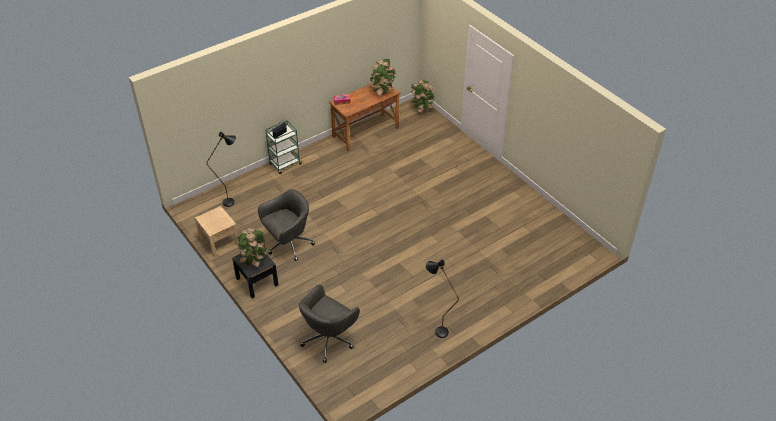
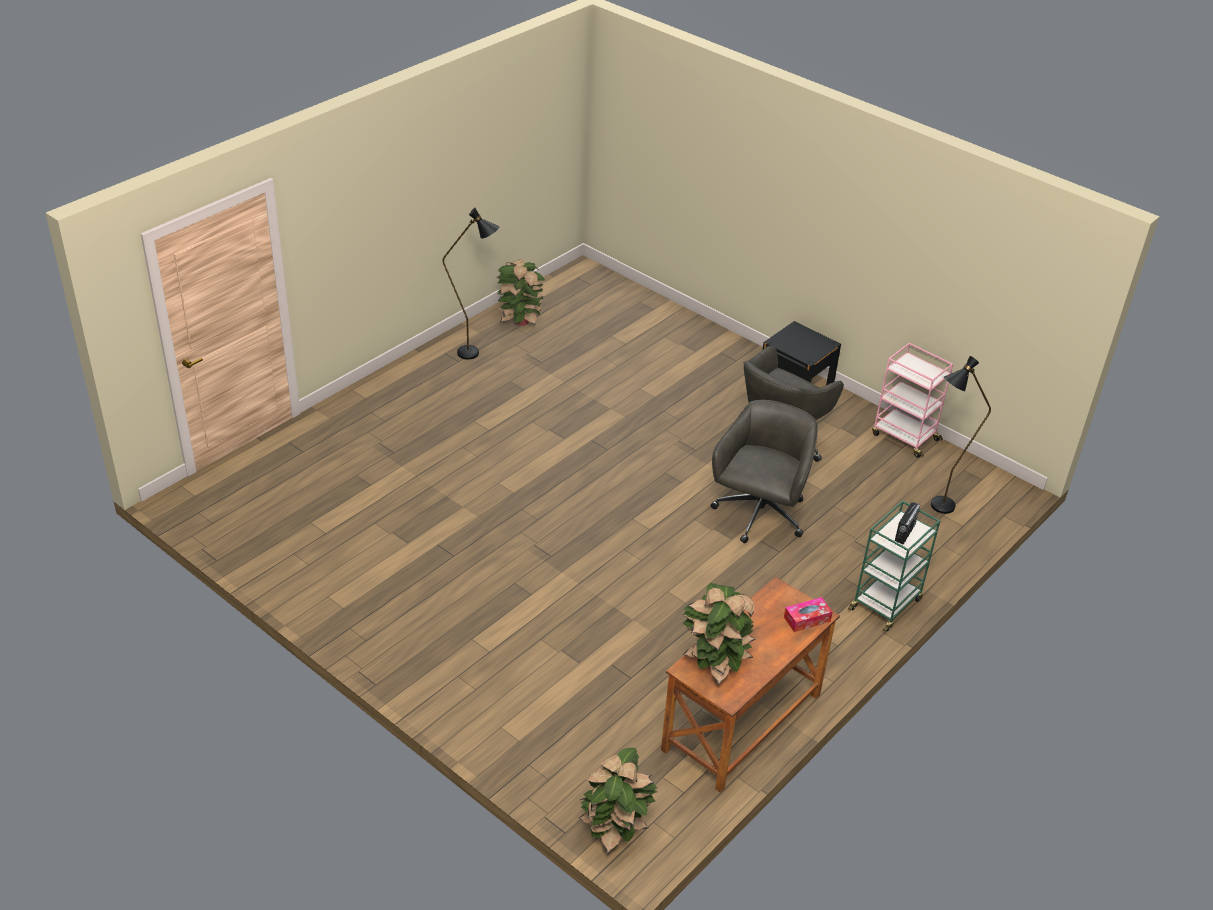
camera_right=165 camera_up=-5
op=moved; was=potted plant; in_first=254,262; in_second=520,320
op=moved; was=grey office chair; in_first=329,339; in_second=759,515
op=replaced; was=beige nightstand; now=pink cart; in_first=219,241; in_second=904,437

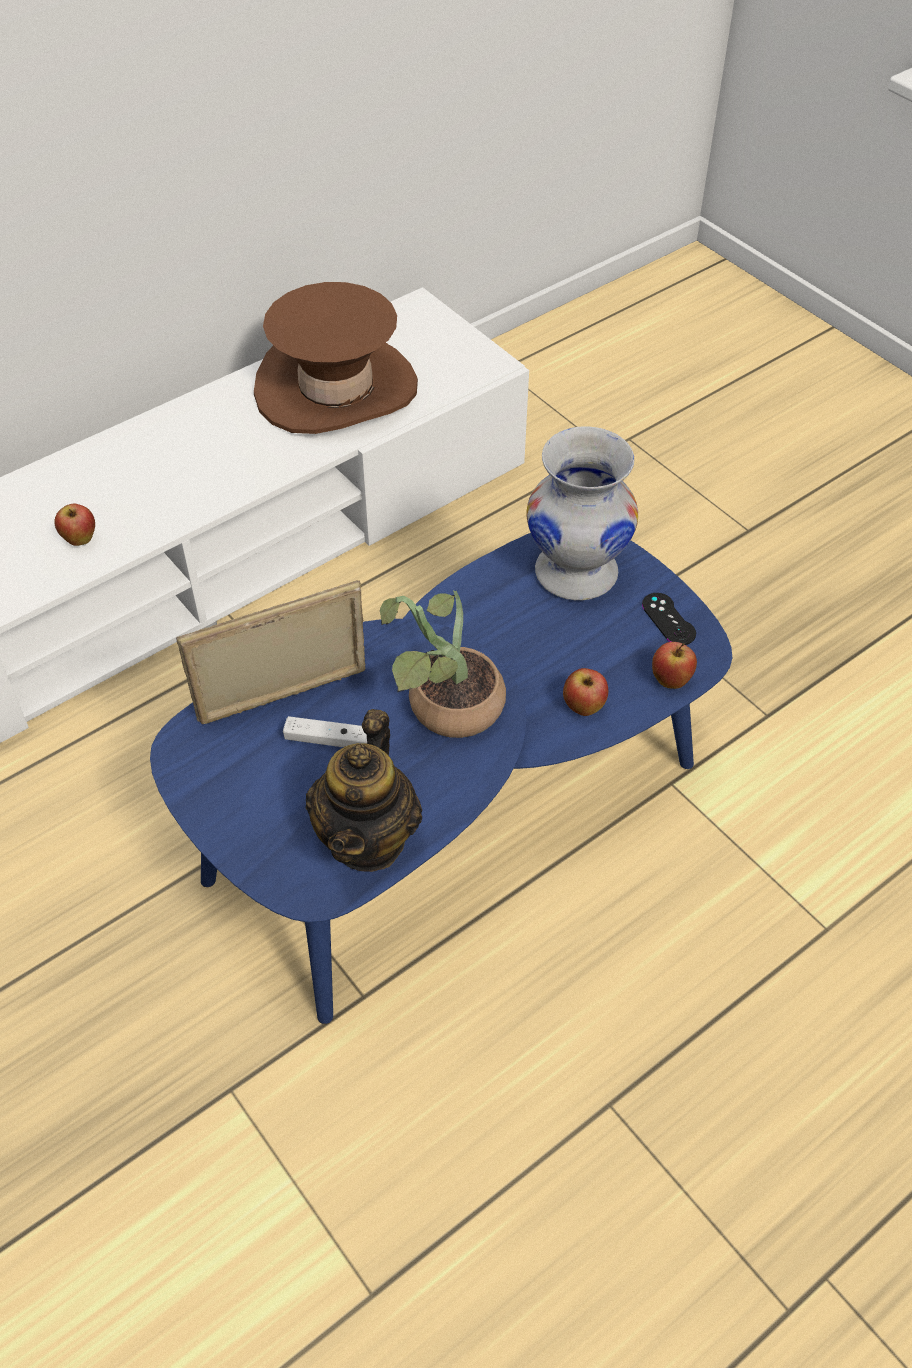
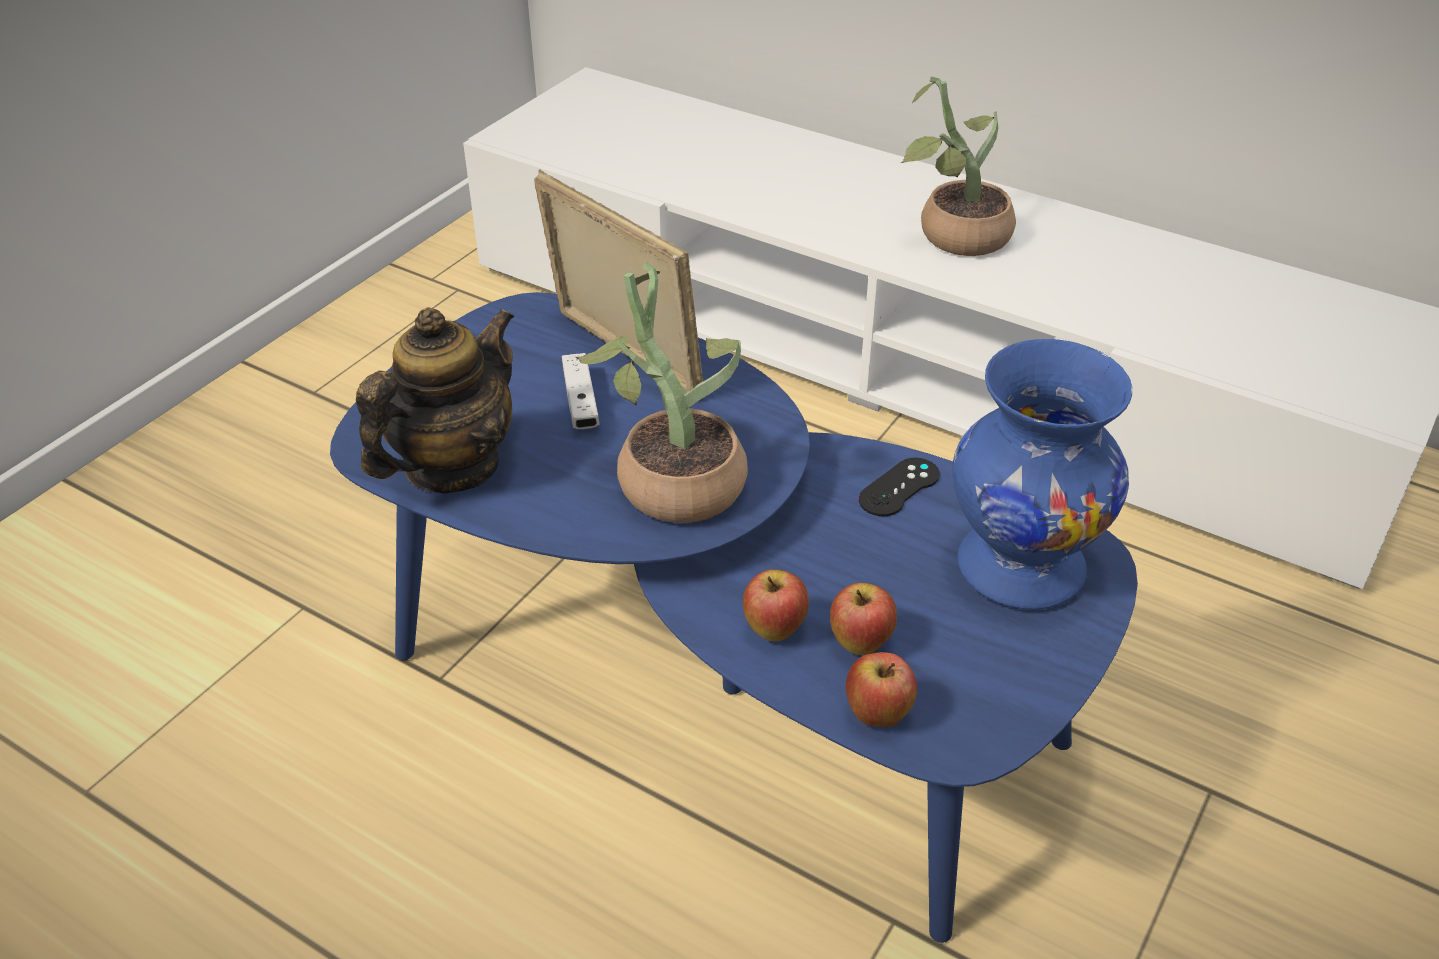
camera_right=70 camera_up=-10
op=removed; was=brown hat; in_first=336,389
op=added; now=potted plant; in_second=953,235
op=moved; was=apple; in_first=80,540; in_second=860,644
op=moved; was=black game controller; in_first=668,619; in_second=899,487
op=recoloured; was=white vase; now=blue vase; in_first=577,573; in_second=1019,569
op=turned; was=teapot; in_first=368,838; in_second=452,466; clockwise=135

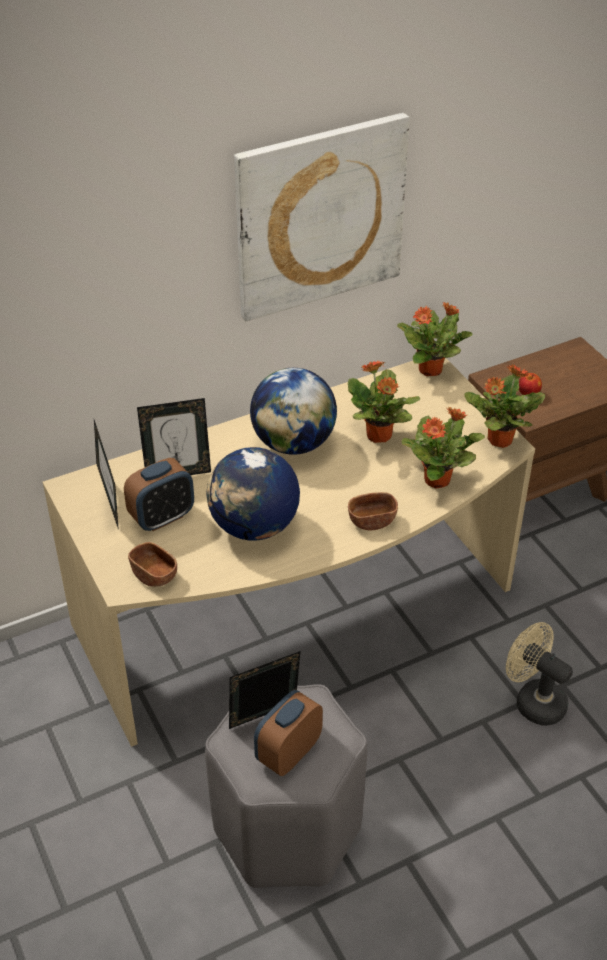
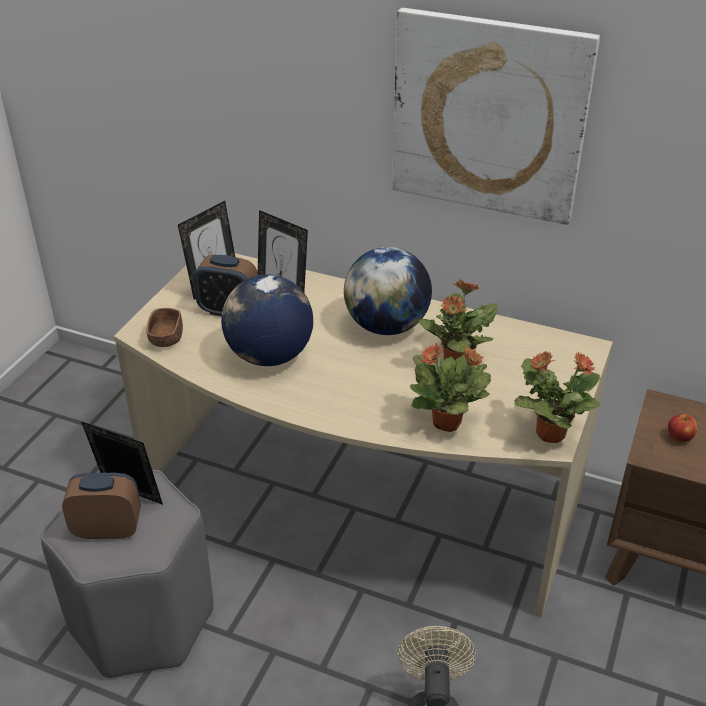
camera_right=50 camera_up=-5
op=removed; was=brown bowl; in_first=372,521
op=removed; was=potted plant; in_first=431,369

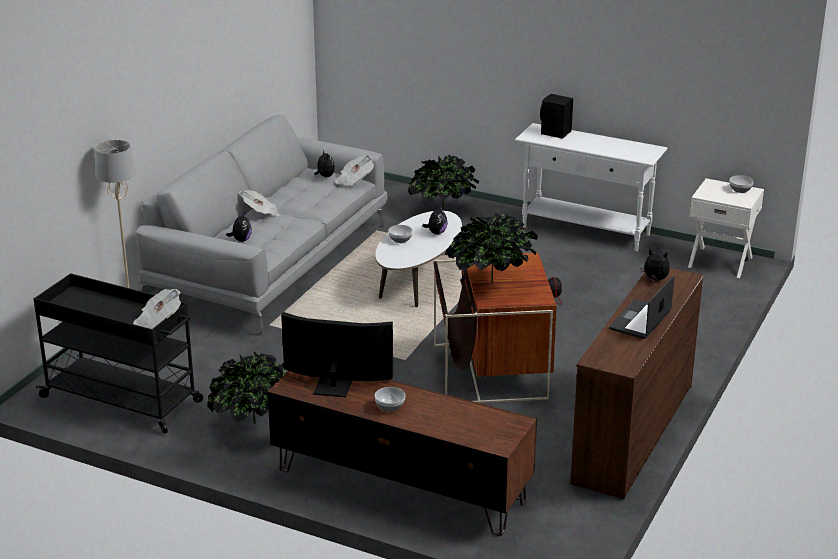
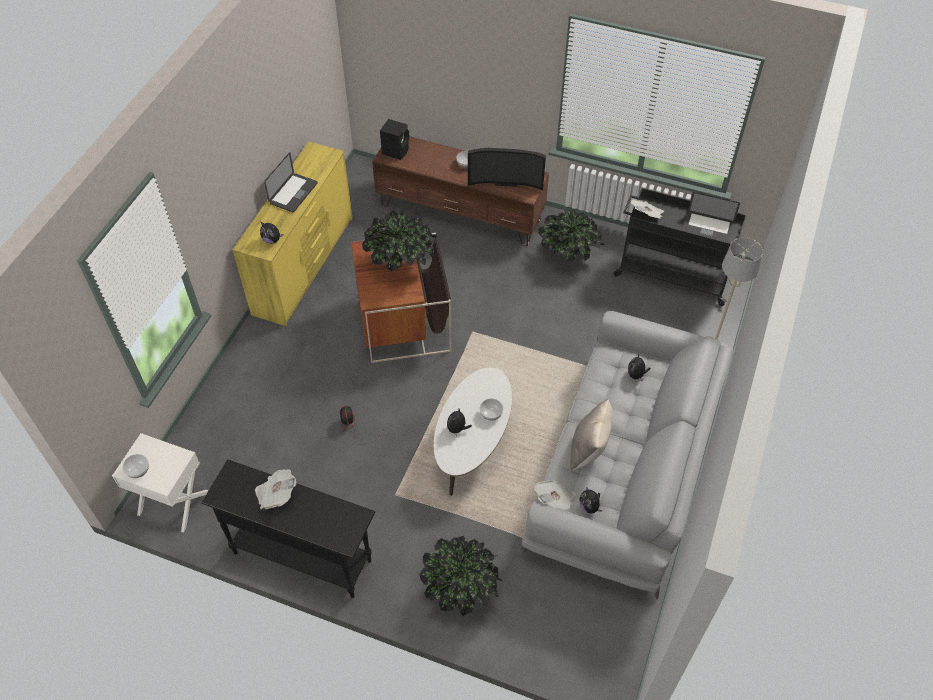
camera_right=175 camera_up=25
op=added; now=beige pillow; in_second=588,449
op=added; now=laptop; in_second=707,228
op=moved; was=newspaper; in_first=261,213; in_second=276,494
op=moved; was=black speaker; in_first=555,133; in_second=396,151
op=recoloured; was=white console table; now=black console table; in_first=586,231; in_second=302,556
op=recoloured; was=brown dresser; now=yellow dresser; in_first=632,433; in_second=304,265

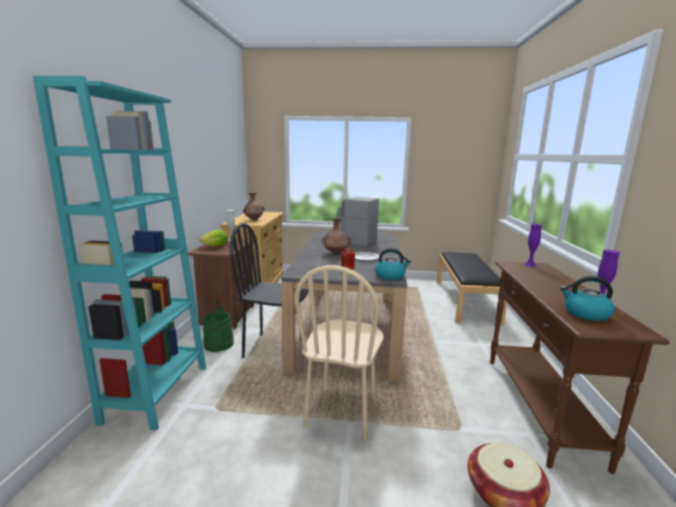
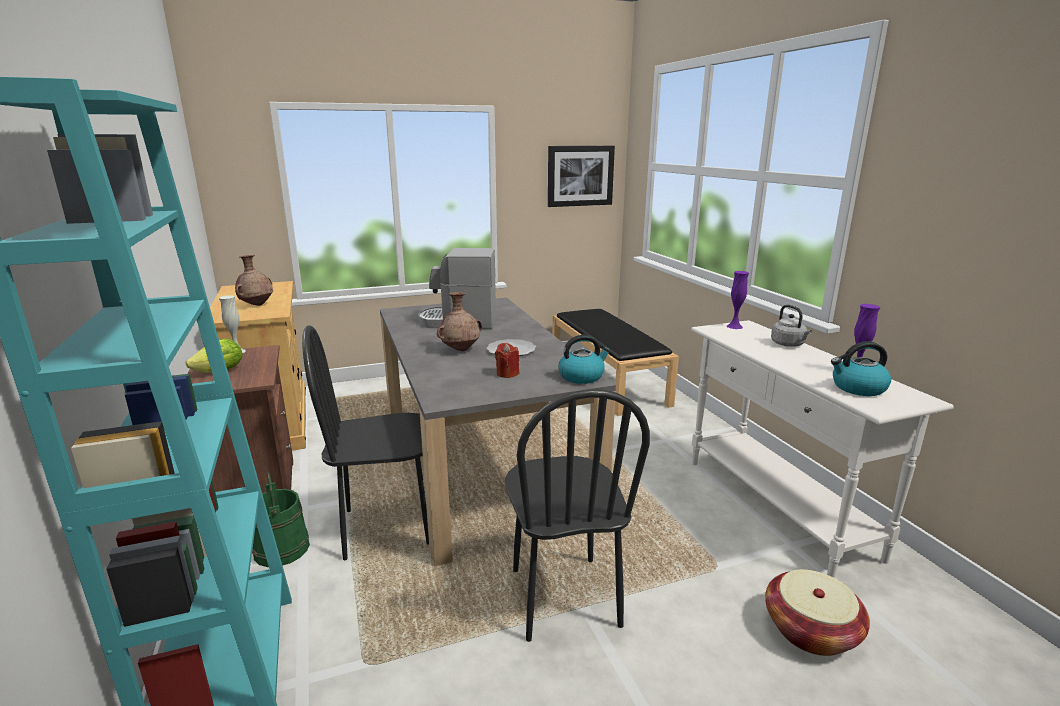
camera_right=-25 camera_up=5
op=added; now=picture; in_second=580,176
op=added; now=grey kettle; in_second=789,344
op=recoloured; was=beige chair; now=black chair; in_first=342,412; in_second=563,597
op=recoloured; was=brown console table; now=white console table; in_first=539,407; in_second=777,507

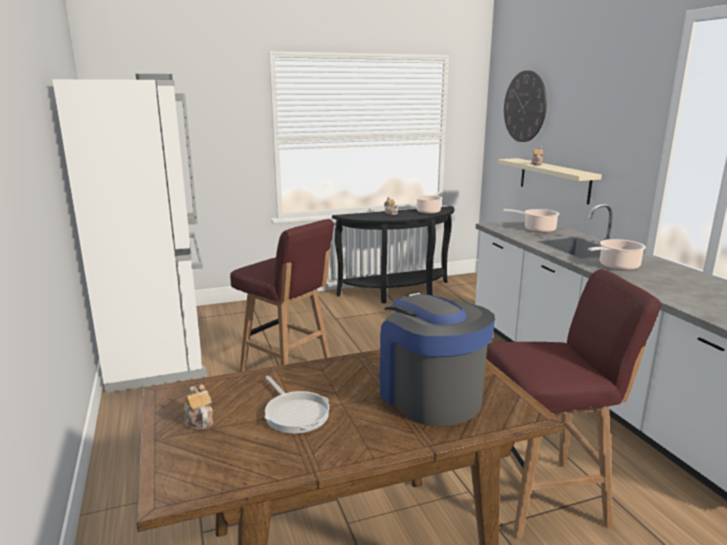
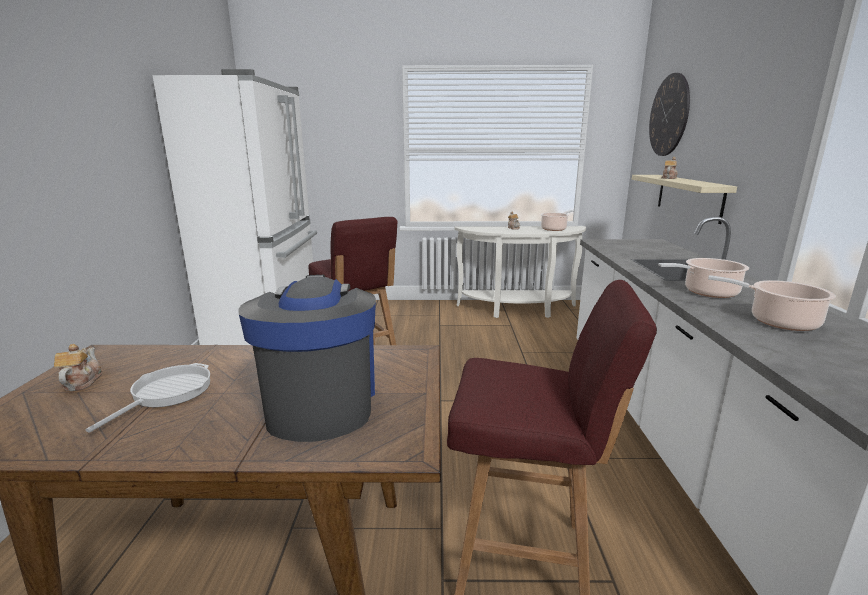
camera_right=20 camera_up=0
op=moved; was=cooking pot; in_first=537,230; in_second=778,321
op=recoloured; was=black console table; now=white console table; in_first=399,293; in_second=518,310
op=turned; was=frying pan; in_first=295,413; in_second=167,393; clockwise=-150

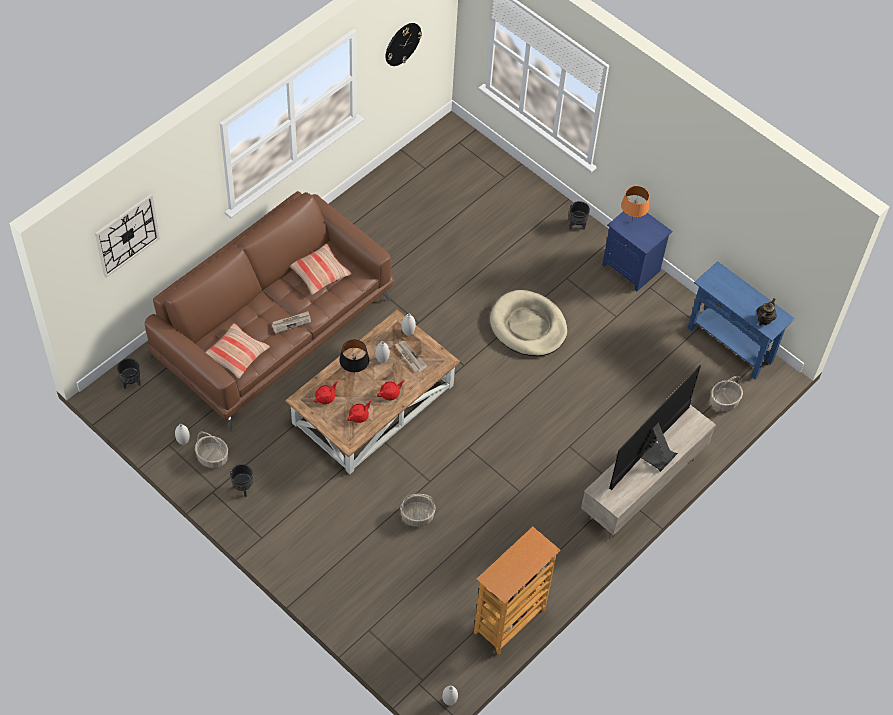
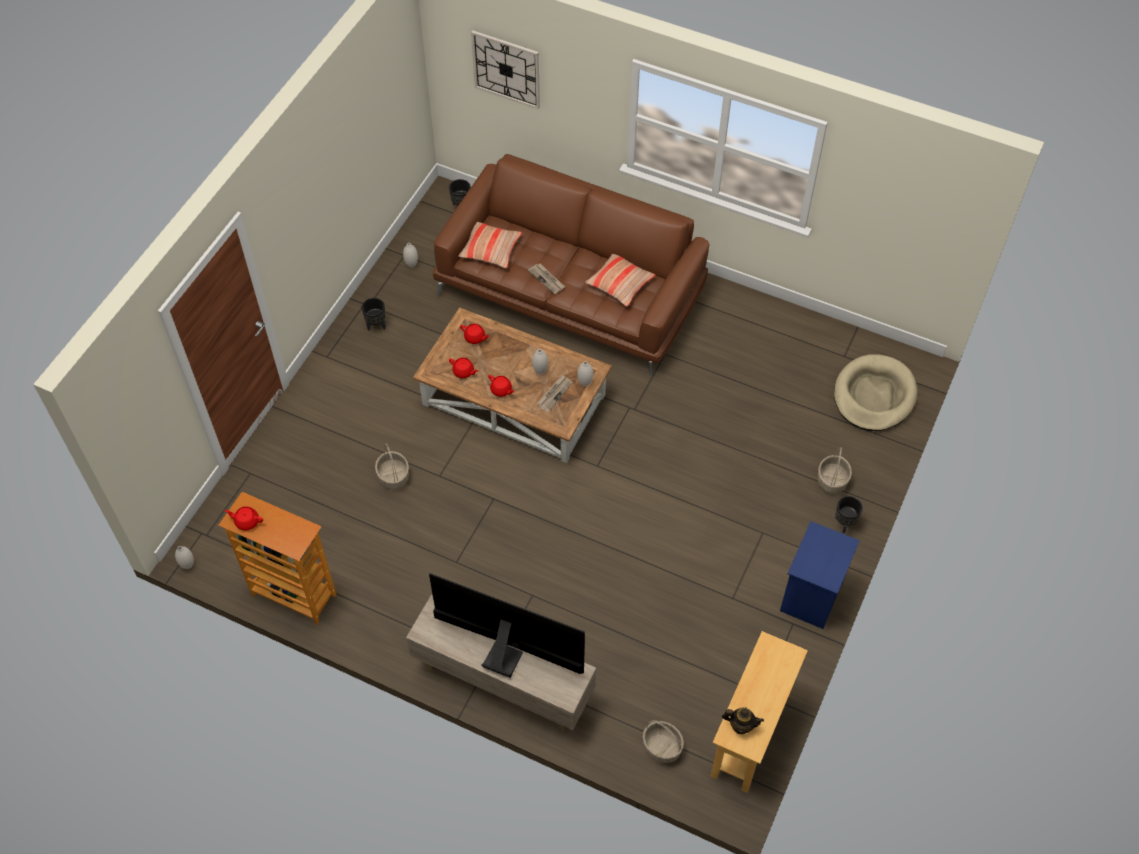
camera_right=75 camera_up=0
op=removed; was=black table lamp; in_first=354,374
op=removed; was=wall clock; in_first=402,44
op=removed; was=orange table lamp; in_first=632,221
op=added; now=red teapot; in_second=246,521
op=moved; was=basket; in_first=212,457; in_second=832,480
op=moved; was=beige dog bed; in_first=528,326; in_second=874,395
op=recoloured; was=blue console table; now=beige console table; in_first=730,344; in_second=749,735

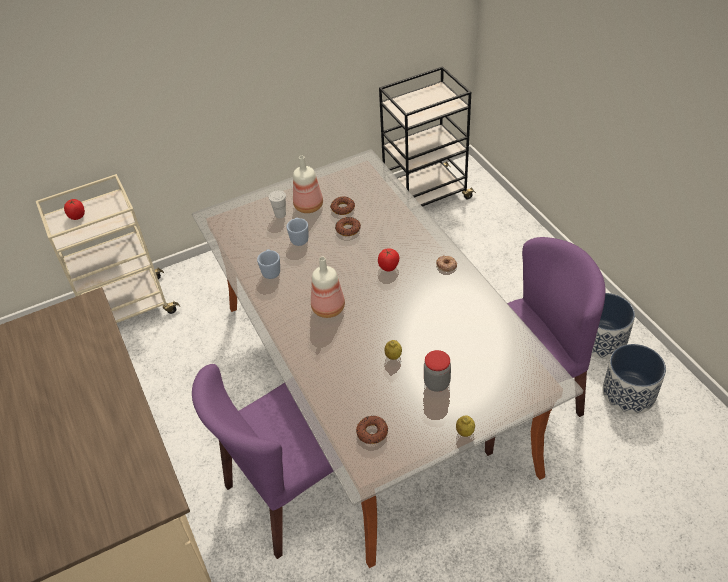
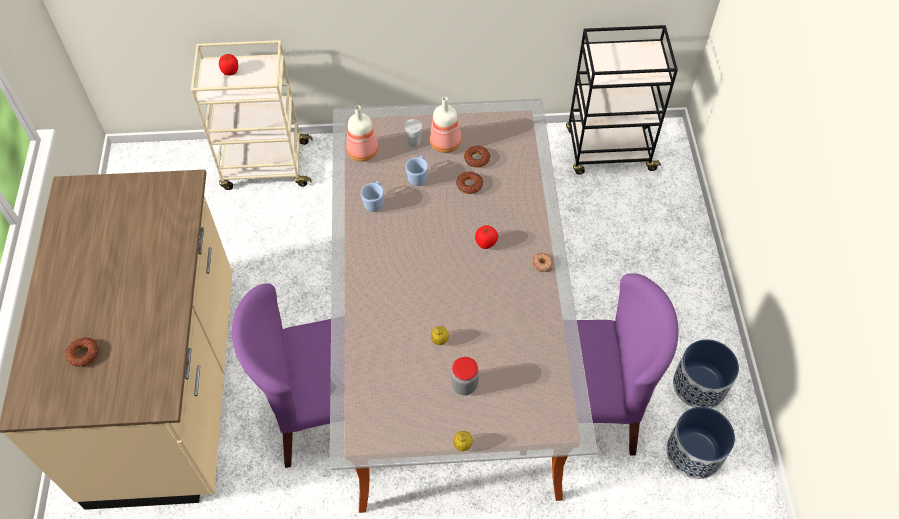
camera_right=20 camera_up=10
op=moved; was=bottle; in_first=328,309; in_second=362,153
op=moved; was=donut; in_first=372,432; in_second=83,354

